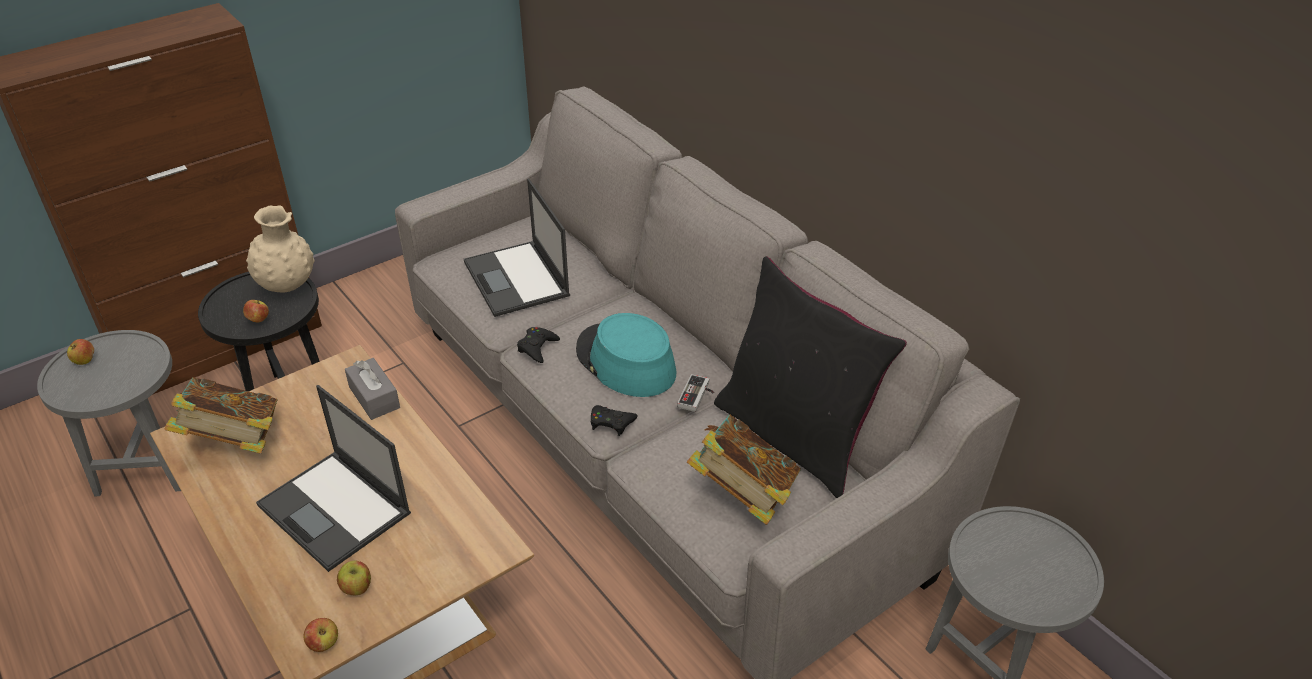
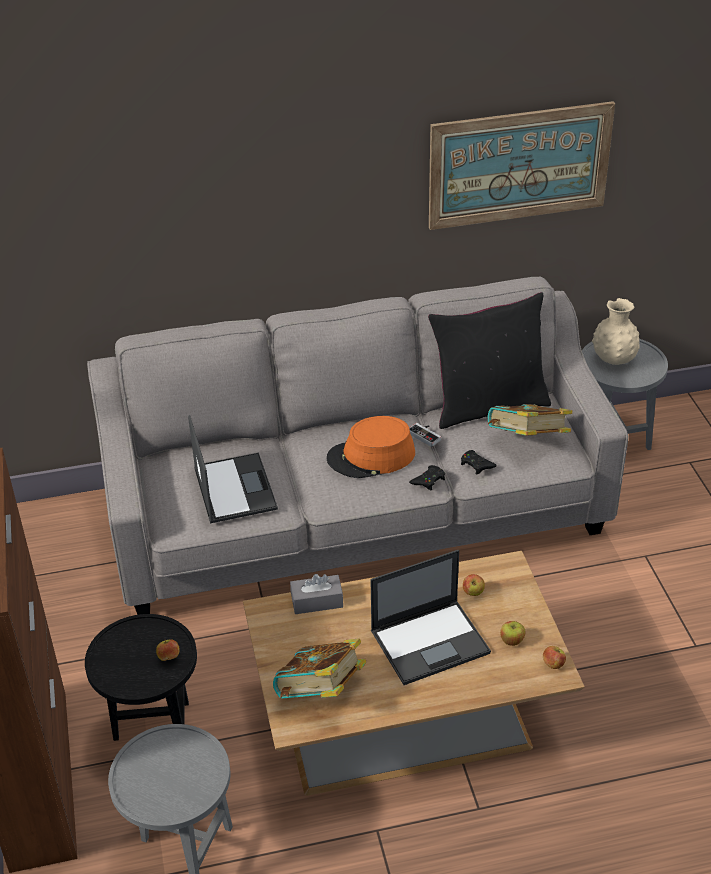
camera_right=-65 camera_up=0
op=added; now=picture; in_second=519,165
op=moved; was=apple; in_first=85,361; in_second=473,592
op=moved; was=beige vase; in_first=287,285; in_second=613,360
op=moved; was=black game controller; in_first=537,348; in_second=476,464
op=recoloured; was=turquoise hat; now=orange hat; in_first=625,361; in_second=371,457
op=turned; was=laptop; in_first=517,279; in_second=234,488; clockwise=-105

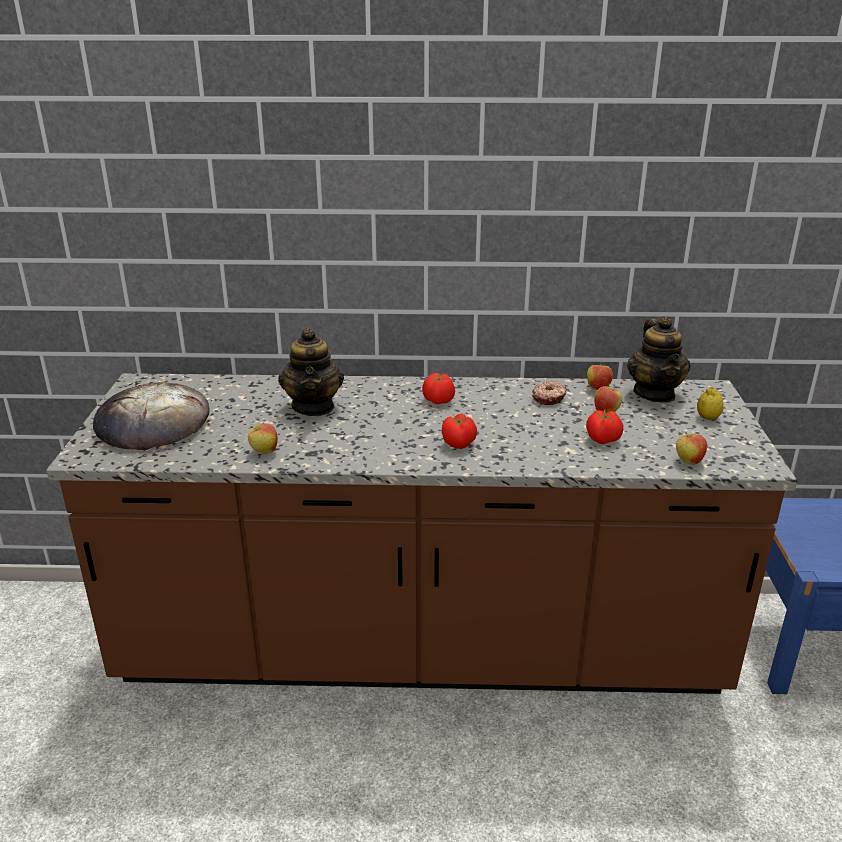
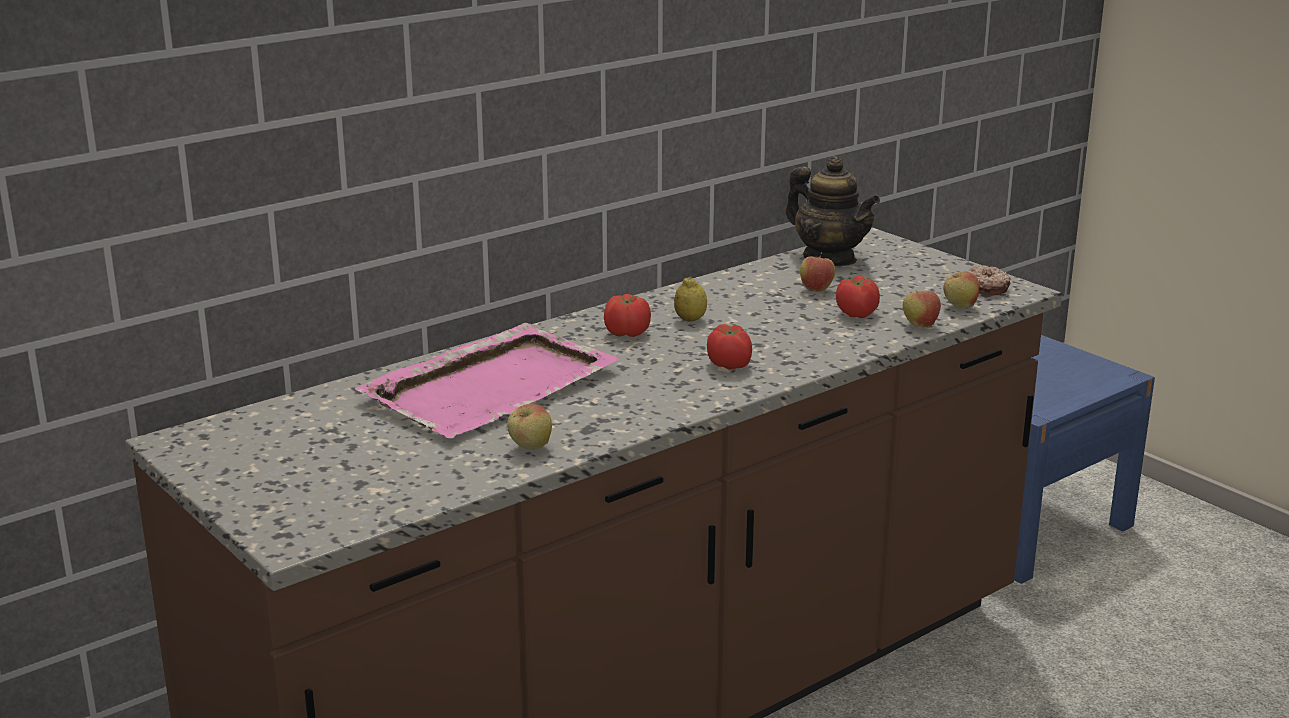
camera_right=-40 camera_up=-5
op=removed; was=bread; in_first=152,423
op=moved; was=donut; in_first=549,398; in_second=987,287
op=moved; was=apple; in_first=598,388; in_second=919,326
op=moved; was=lemon; in_first=708,418; in_second=690,320
op=replaced; was=teapot; now=pink tray; in_first=313,407; in_second=493,386

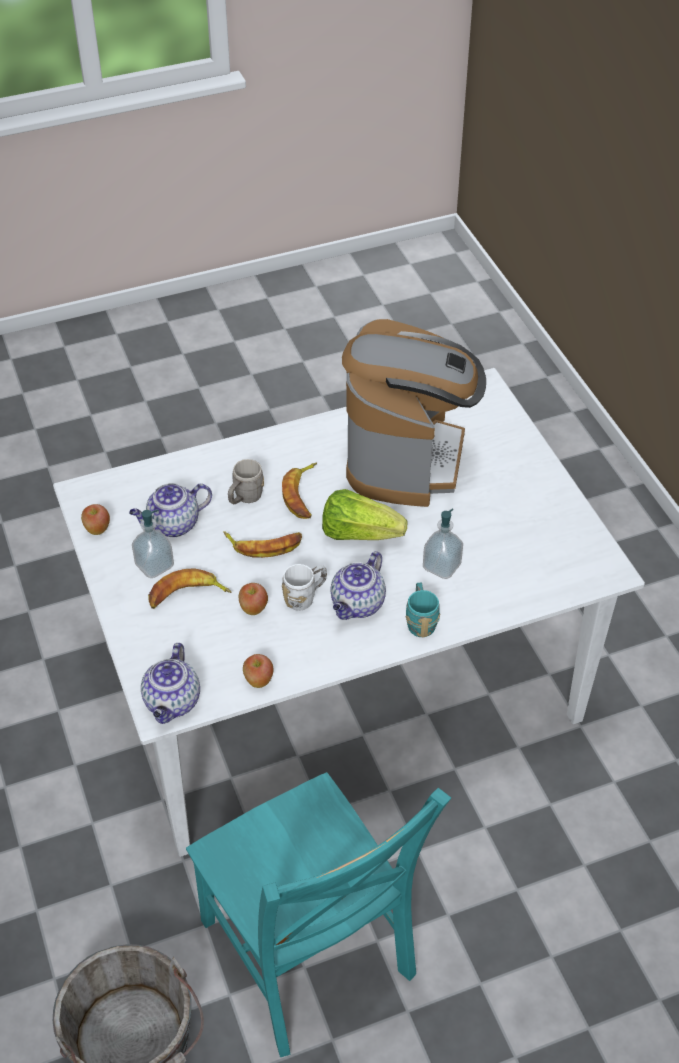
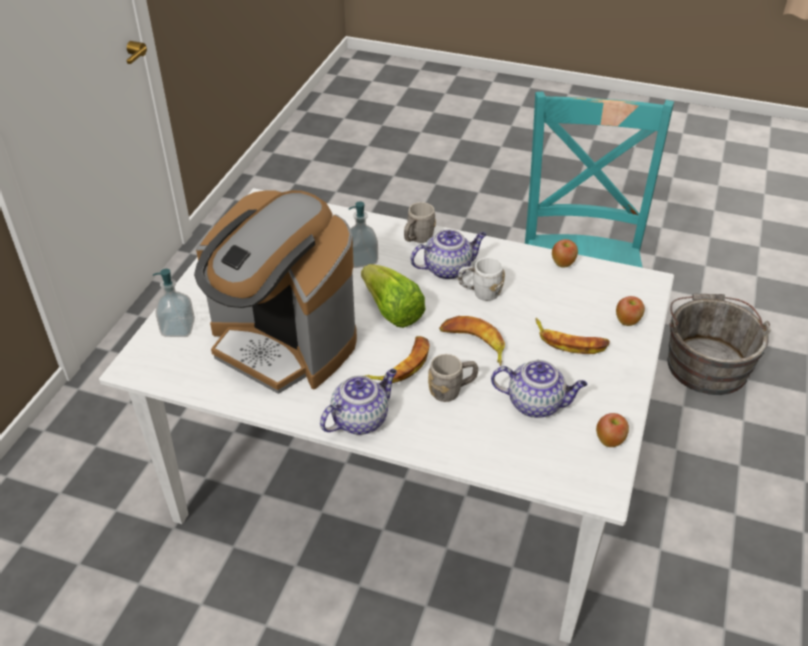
camera_right=-140 camera_up=-5
op=moved; was=soap dispenser; in_first=154,565; in_second=178,328
op=moved; was=teapot; in_first=173,703; in_second=360,419
op=moved; was=apple; in_first=253,608; in_second=627,321
op=recoloured; was=turquoise mug; now=grey mug; in_first=420,621; in_second=417,239
op=turned; was=coffee machine; in_first=406,458; in_second=283,344; clockwise=-105

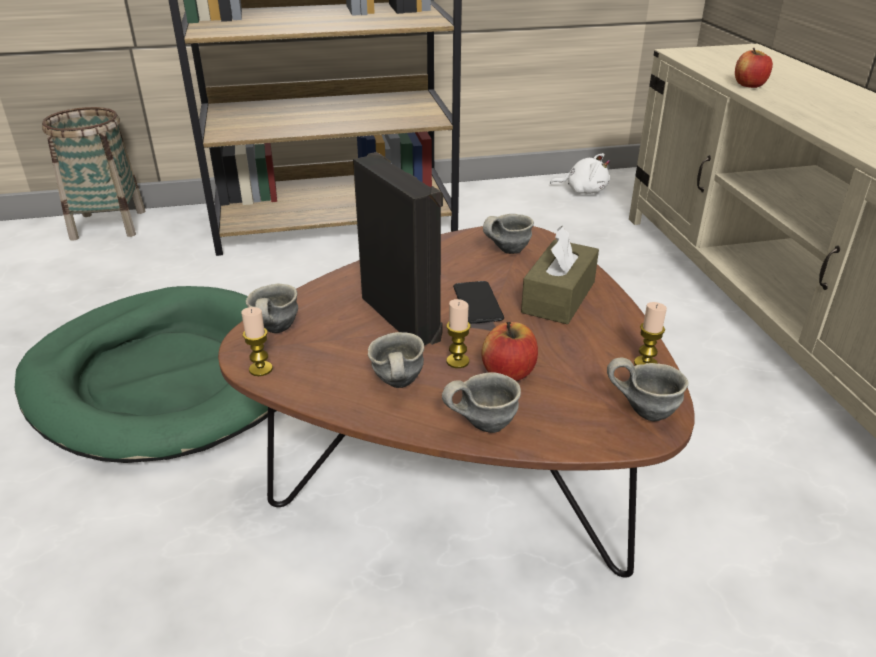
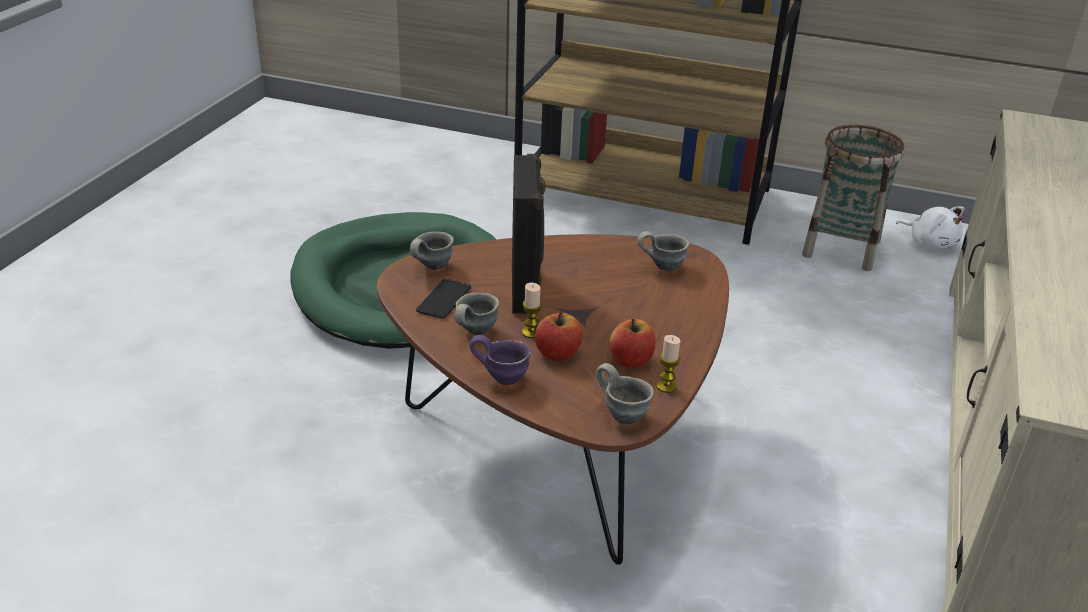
camera_right=30 camera_up=0
op=removed; was=candle; in_first=261,369
op=removed; was=brown tissue box; in_first=558,297
op=moved; was=basket; in_first=109,225; in_second=841,248
op=moved; was=phone; in_first=477,303; in_second=444,300
op=moved; was=apple; in_first=749,85; in_second=631,360
op=recoloured; was=grey mug; now=purple mug; in_first=482,424; in_second=502,377

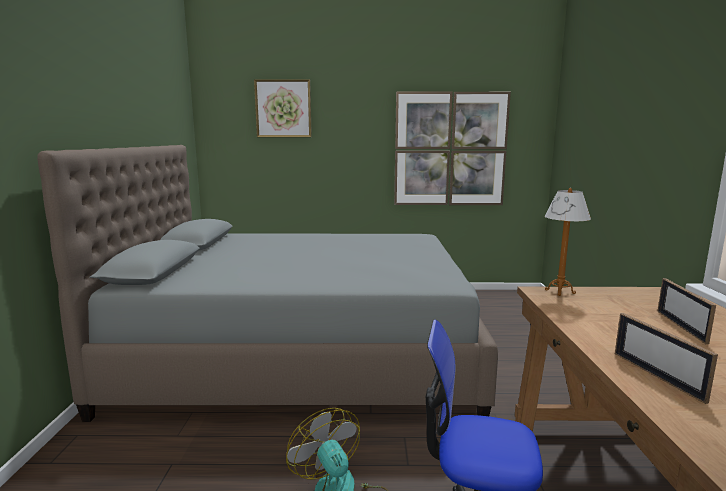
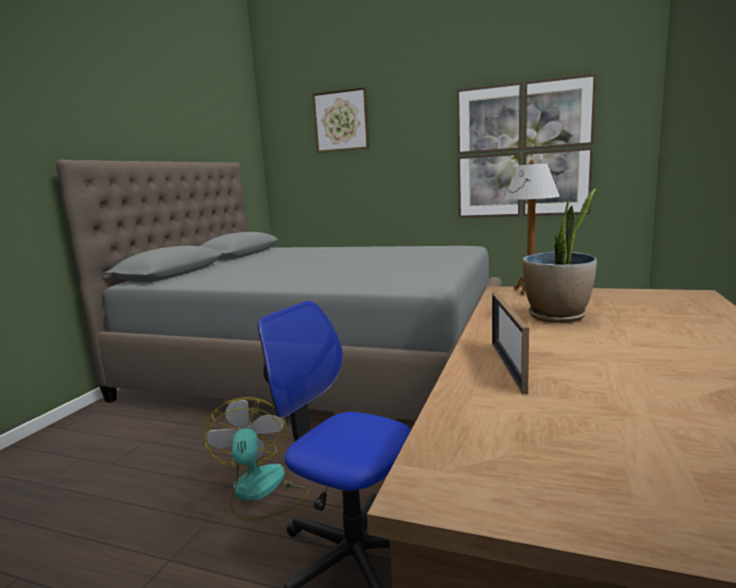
camera_right=20 camera_up=0
op=removed; was=picture frame; in_first=681,326
op=added; now=potted plant; in_second=557,316

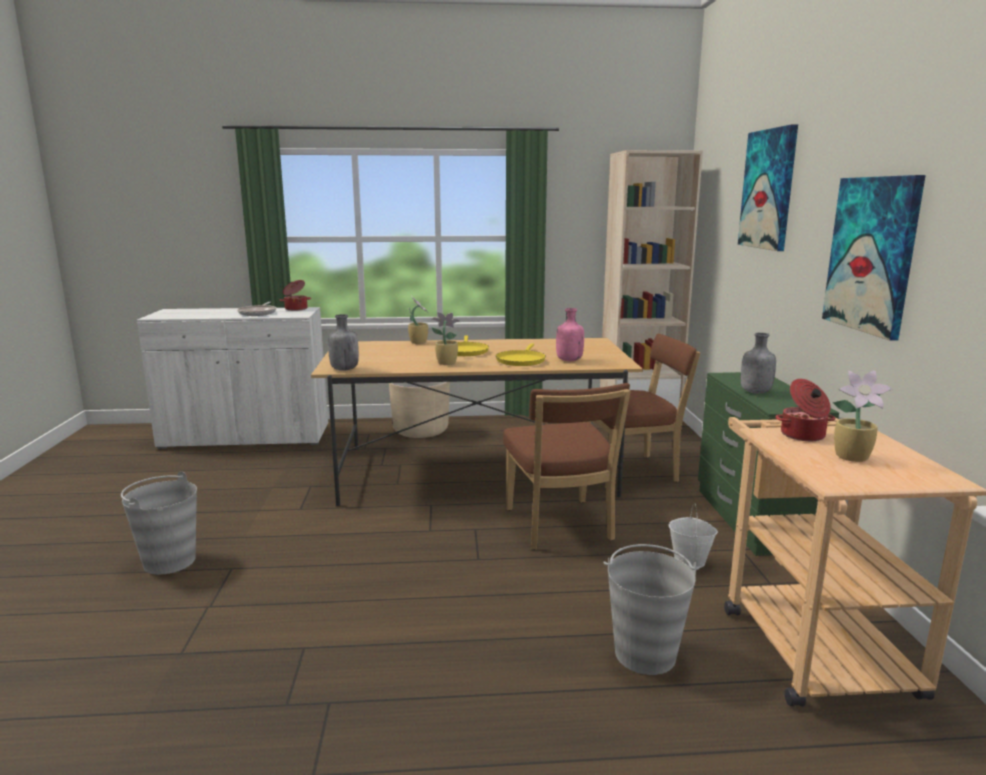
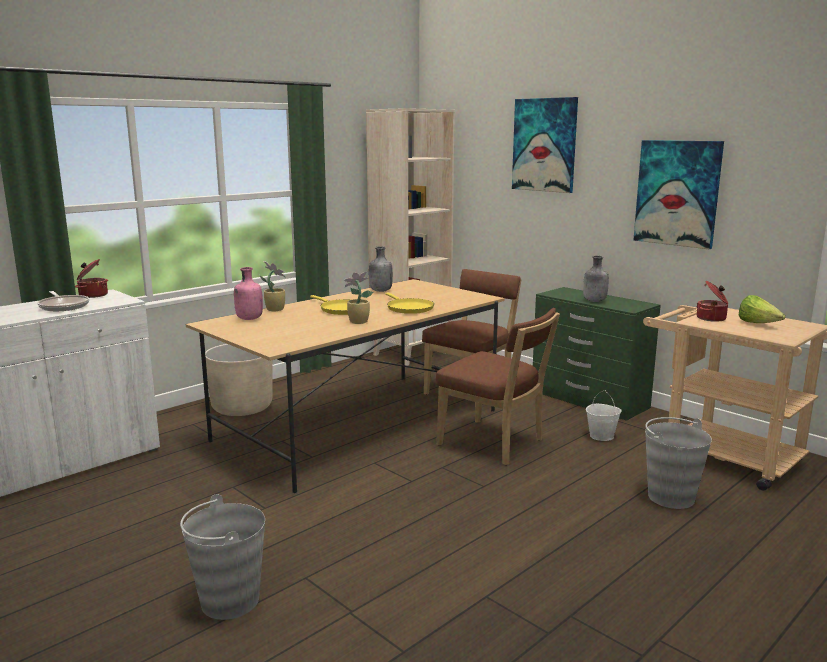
camera_right=-40 camera_up=0
op=moved; was=grey bottle; in_first=344,369; in_second=380,291
op=moved; was=pink bottle; in_first=568,360; in_second=249,319
op=replaced; was=potted plant; now=lettuce; in_first=853,457; in_second=758,324

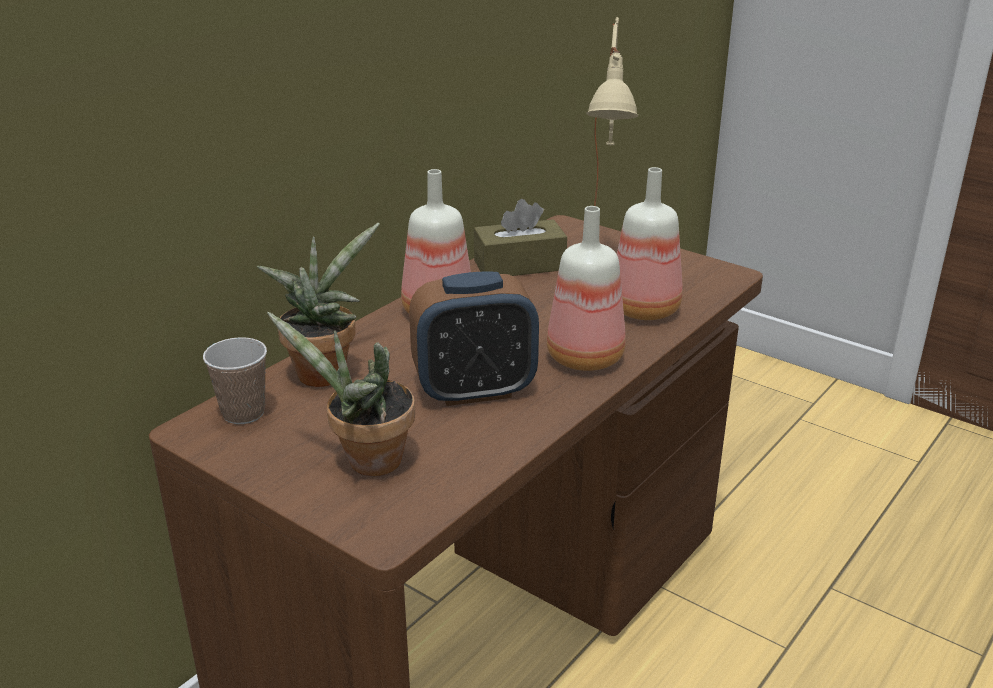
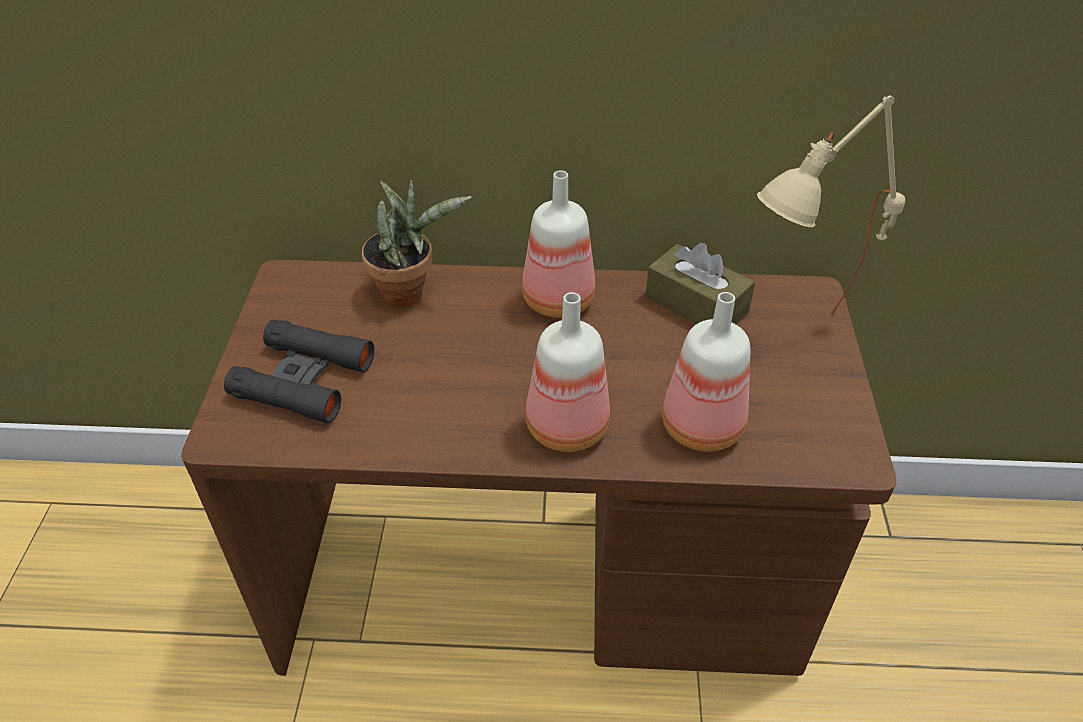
camera_right=55 camera_up=15
op=removed; was=cup; in_first=243,413
op=removed; was=alarm clock; in_first=474,390
op=replaced; was=potted plant; now=black binoculars; in_first=366,462; in_second=303,379

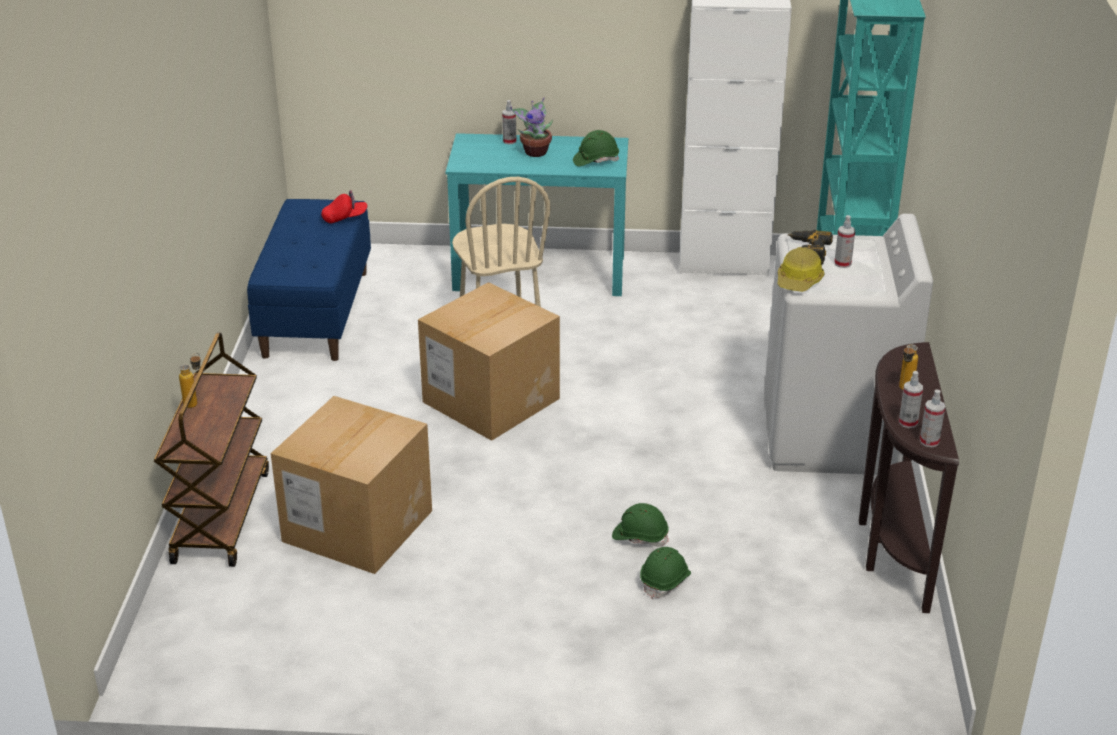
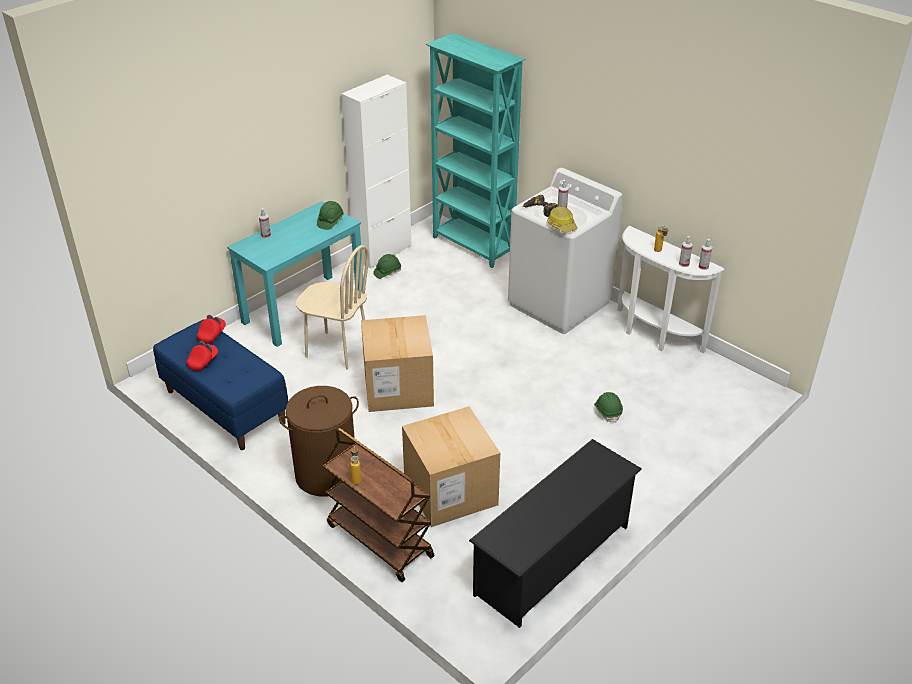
camera_right=-50 camera_up=5
op=removed; was=potted plant; in_first=535,151
op=added; now=red cap; in_second=203,362
op=added; now=brown laundry basket; in_second=326,474
op=added; now=black shoe rack; in_second=553,559
op=moved; was=green hard hat; in_first=640,536; in_second=387,272
op=recoloured; was=brown console table; now=white console table; in_first=891,547; in_second=653,335

